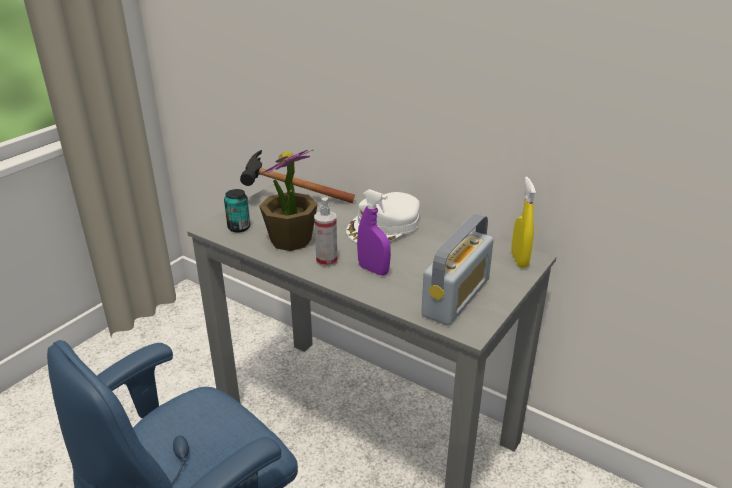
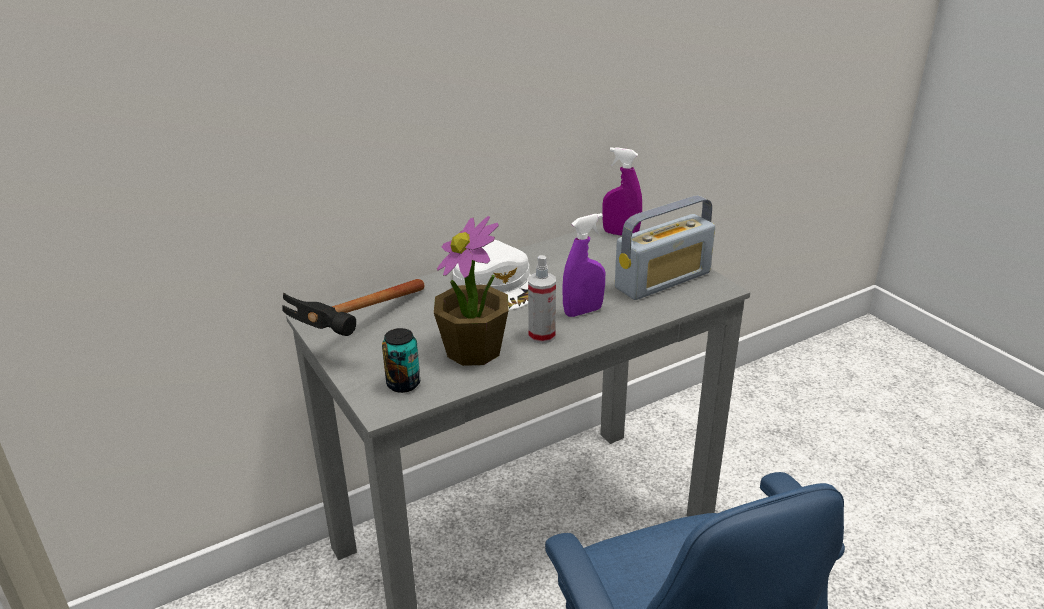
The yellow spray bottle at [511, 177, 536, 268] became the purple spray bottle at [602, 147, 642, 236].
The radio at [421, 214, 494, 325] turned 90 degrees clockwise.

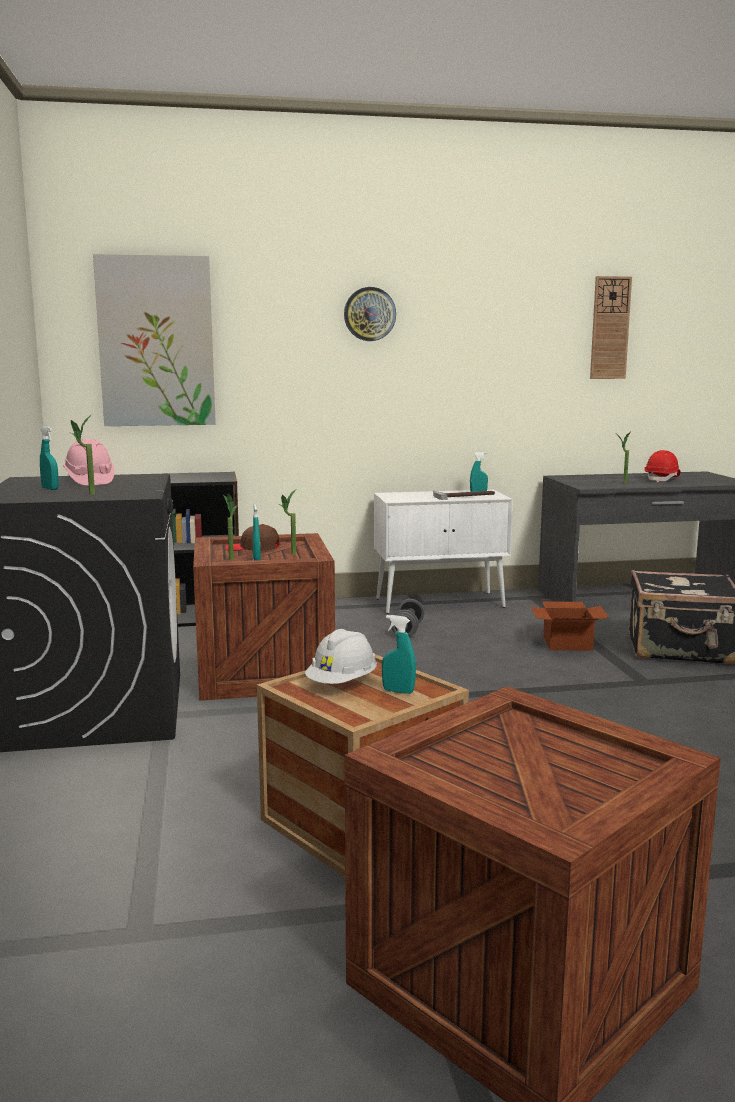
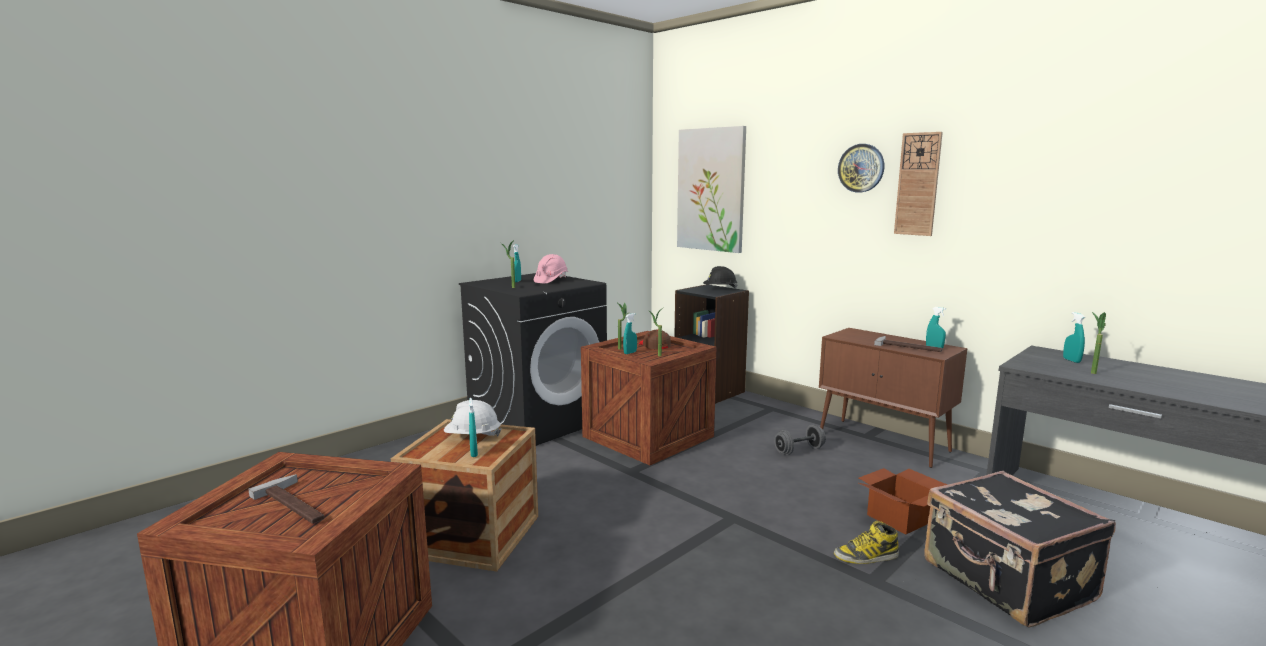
The red hard hat at [645, 450, 680, 483] disappeared.
The hammer at [248, 474, 324, 524] appeared.
The black hard hat at [703, 266, 737, 289] appeared.
The boot at [834, 521, 899, 564] appeared.
The turquoise spray bottle at [1063, 312, 1085, 363] appeared.
The wall clock moved from [590, 276, 632, 379] to [894, 132, 943, 236].
The white cabinet at [374, 490, 513, 614] became the brown cabinet at [819, 328, 967, 468].

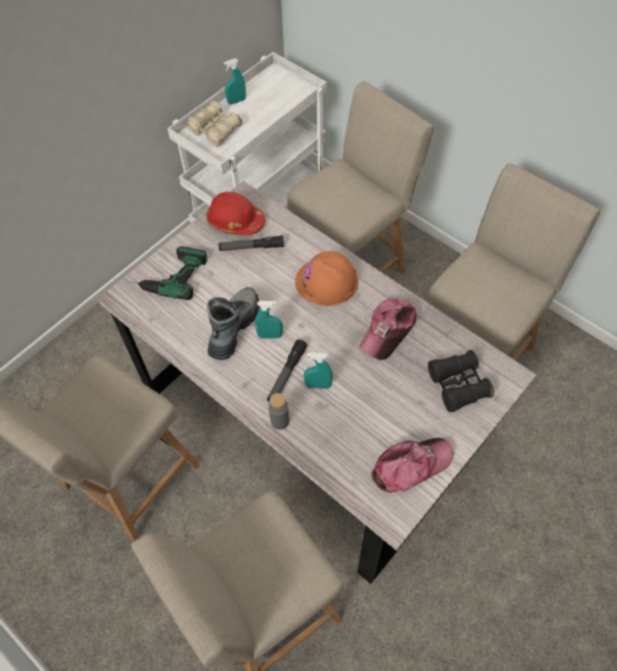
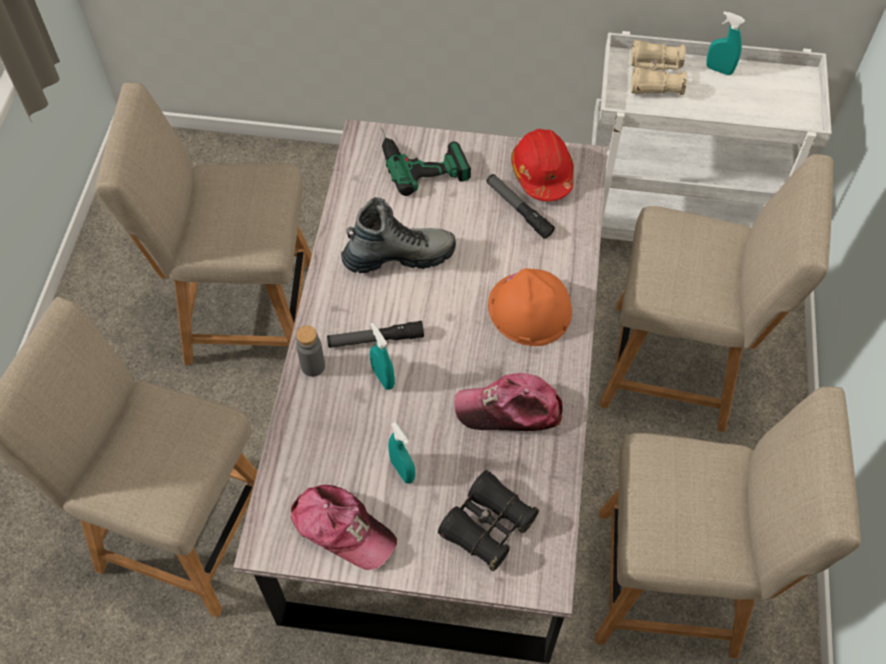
The turquoise spray bottle moved from [255, 301, 283, 339] to [388, 422, 415, 484].

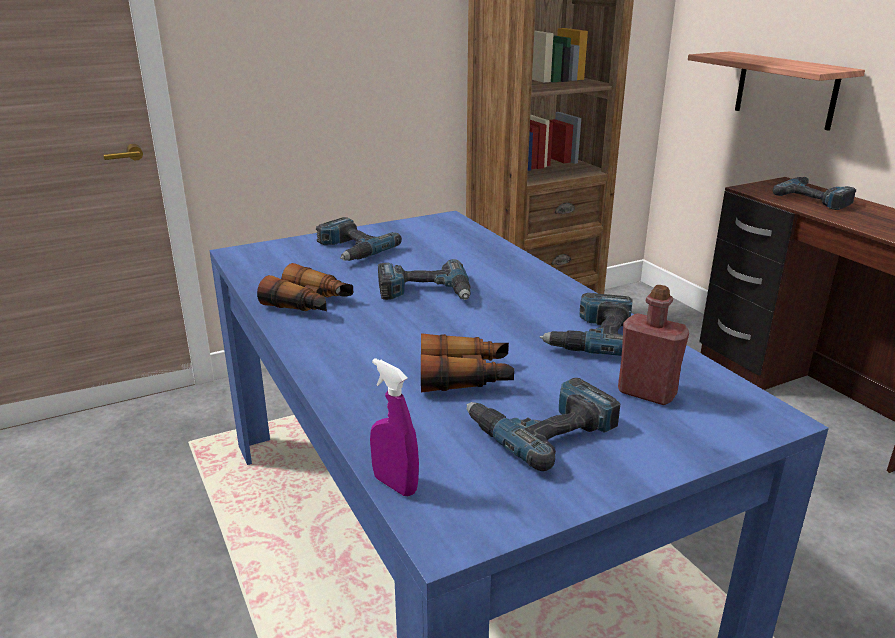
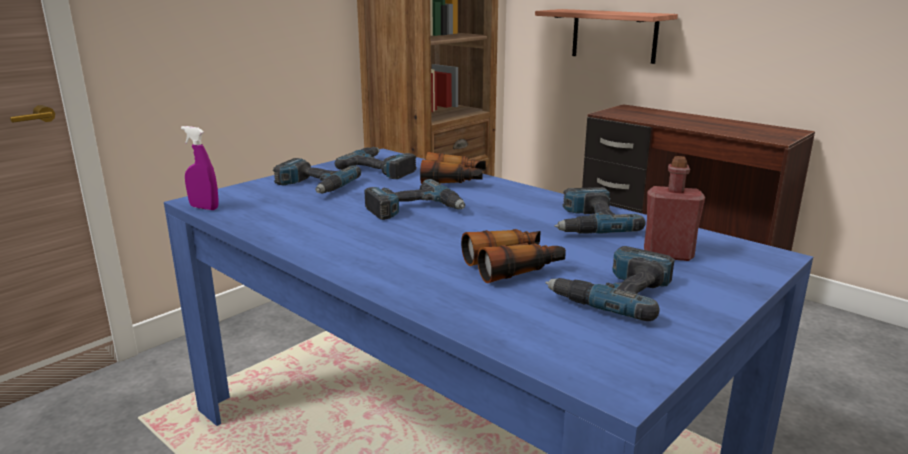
The binoculars moved from [257, 263, 353, 311] to [420, 152, 486, 184].
The purple spray bottle moved from [370, 358, 419, 496] to [181, 126, 219, 210].
The power drill moved from [773, 177, 856, 210] to [334, 147, 417, 179].

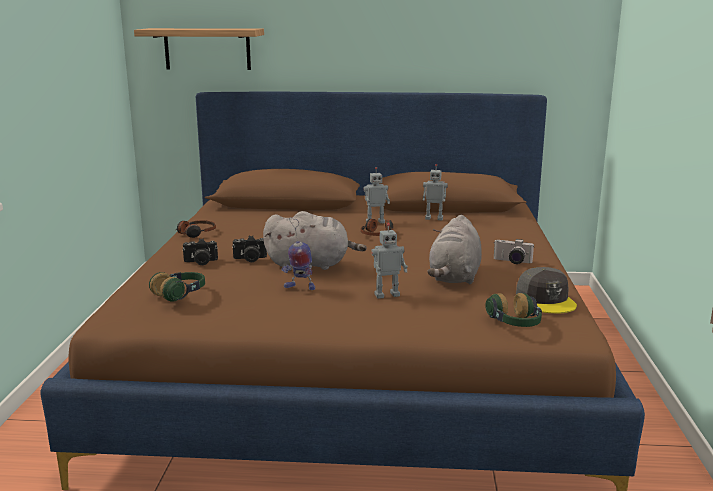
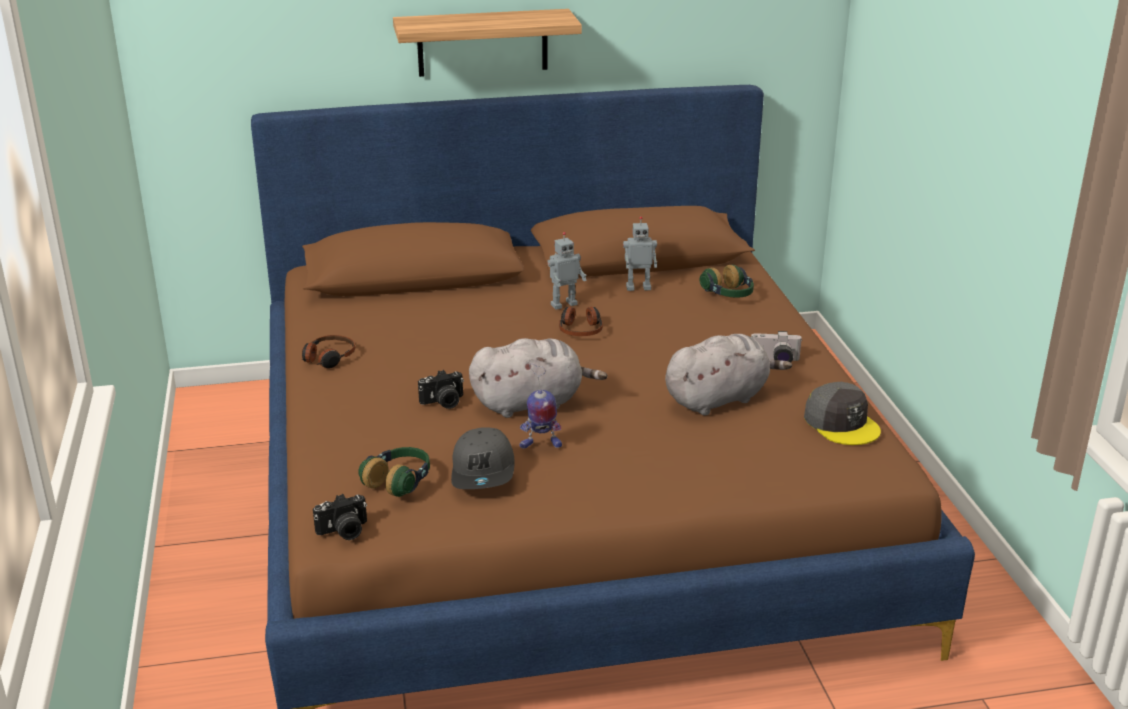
The toy robot at [371, 223, 408, 299] disappeared.
The grey cap at [451, 427, 515, 489] appeared.
The shelf moved from [134, 28, 264, 70] to [393, 9, 582, 77].
The photo camera moved from [182, 238, 218, 265] to [313, 494, 367, 540].
The headphones moved from [485, 293, 542, 327] to [700, 265, 754, 298].
The grey plush toy at [427, 215, 482, 284] turned 120 degrees counterclockwise.

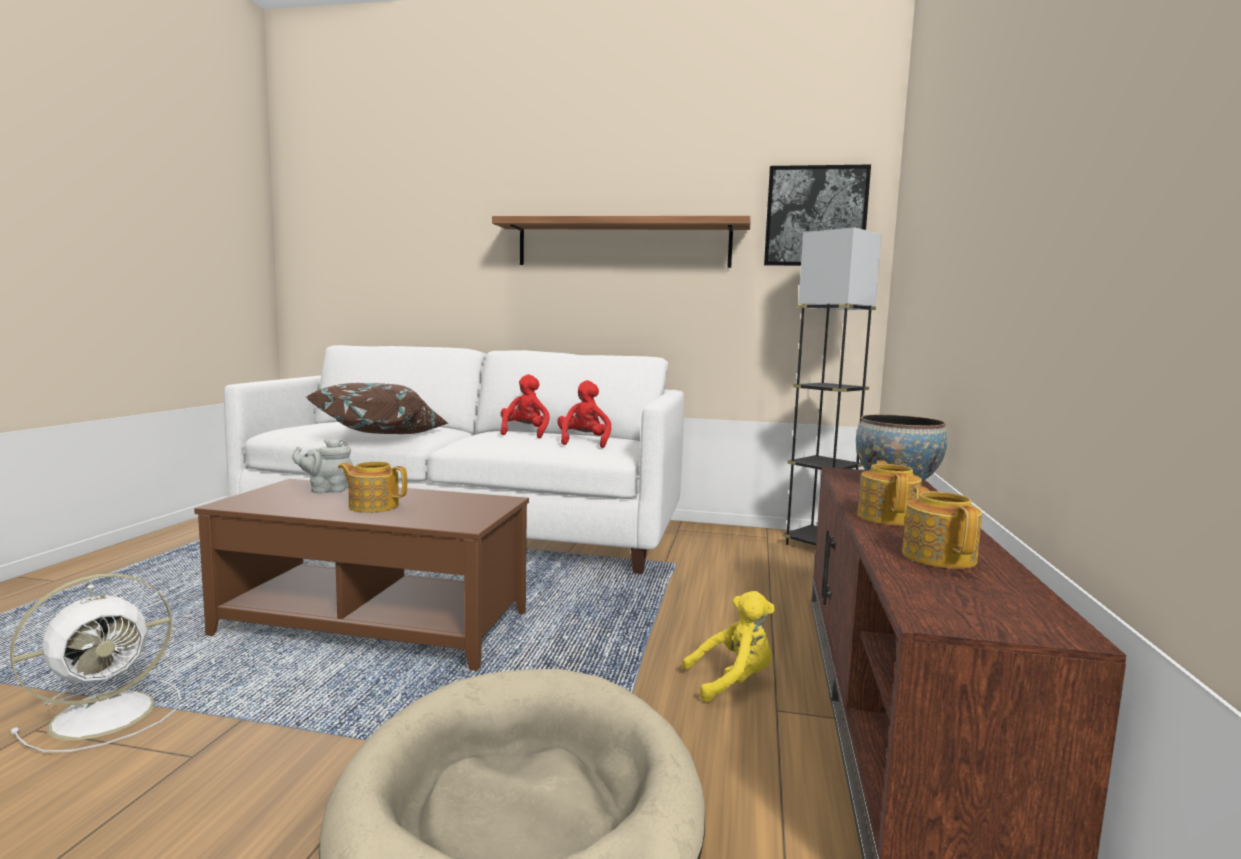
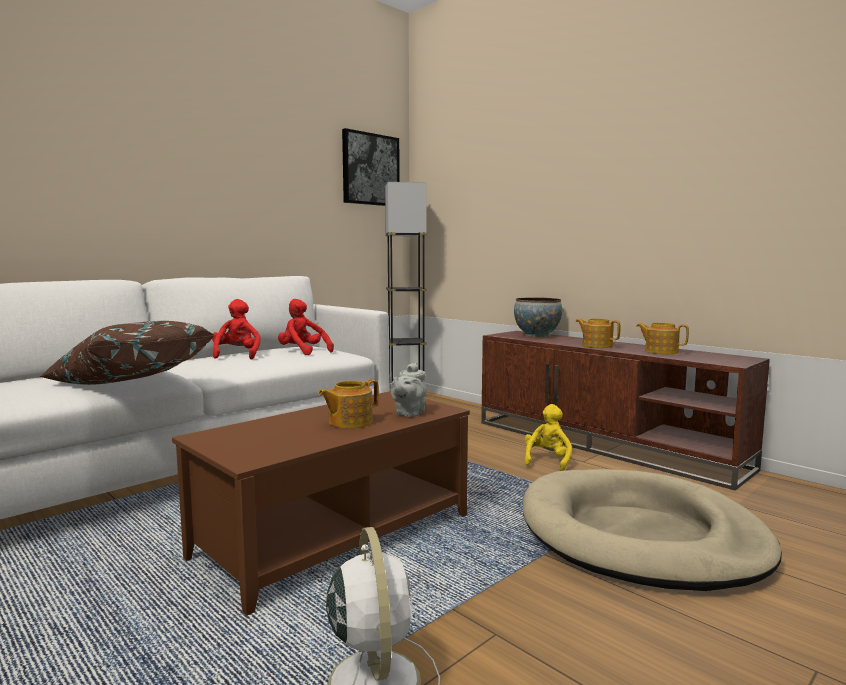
The shelf at [492, 216, 750, 268] disappeared.
The grey teapot moved from [292, 438, 353, 493] to [390, 363, 427, 417].
The red plush toy at [500, 374, 550, 439] turned 45 degrees clockwise.

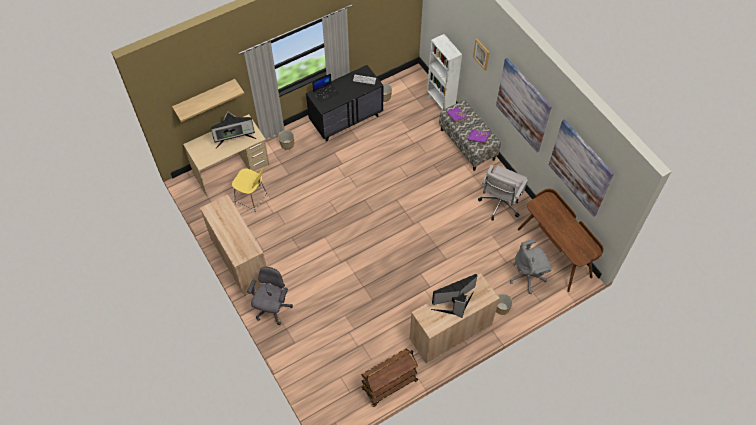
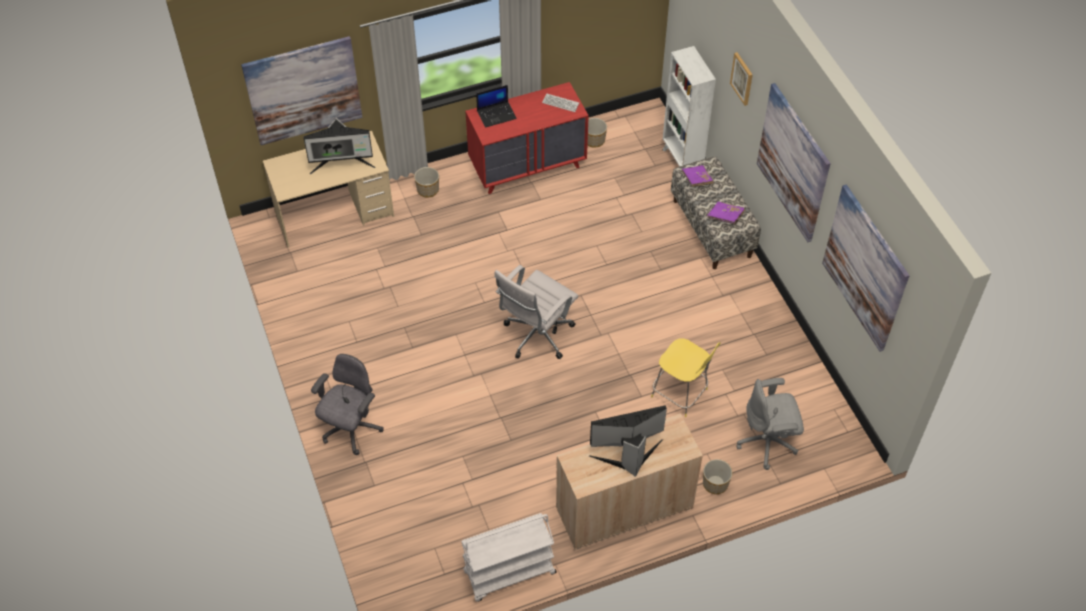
The beige cabinet at [200, 195, 268, 296] disappeared.
The brown desk at [518, 189, 604, 292] disappeared.
The yellow stool moved from [232, 168, 268, 214] to [651, 338, 721, 417].
The white office chair moved from [478, 165, 528, 221] to [494, 265, 578, 359].
The shelf at [172, 79, 244, 122] was replaced by the picture at [241, 36, 362, 145].
The black dresser at [306, 65, 384, 142] became the red dresser at [465, 82, 589, 194].
The brown cart at [361, 348, 418, 407] became the white cart at [461, 513, 557, 602].

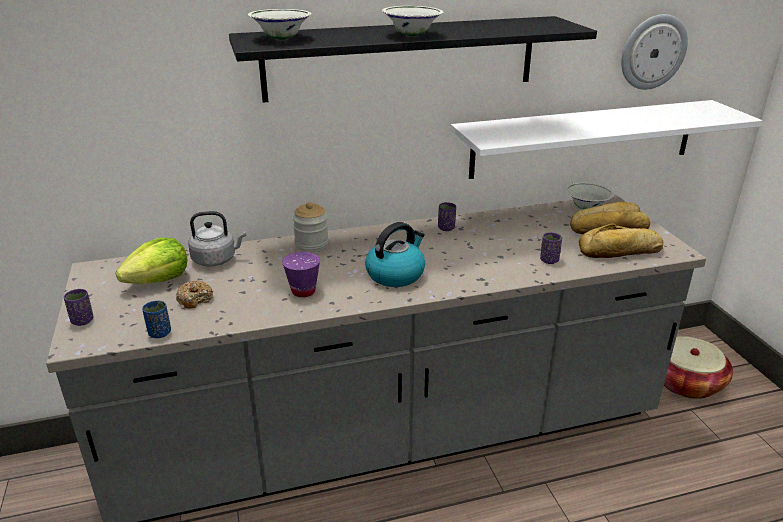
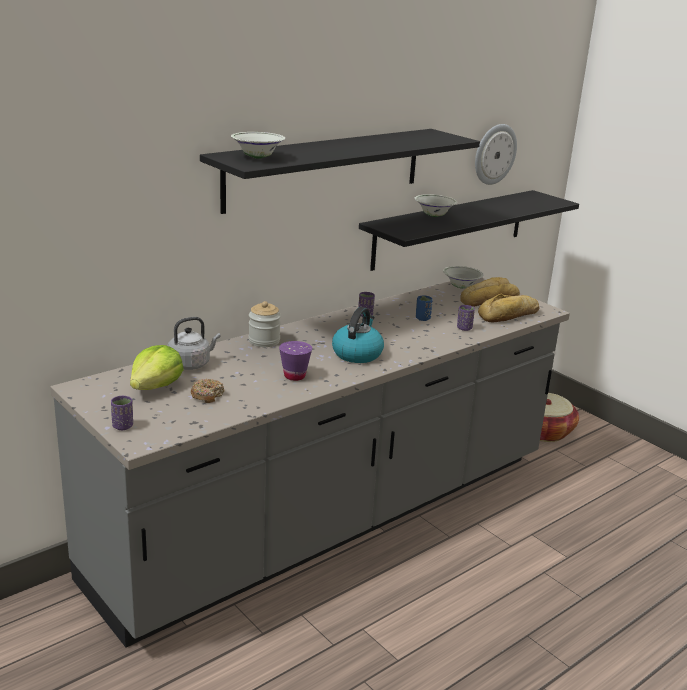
The blue cup moved from [142, 301, 171, 338] to [416, 295, 433, 321].
The white bowl moved from [382, 6, 443, 36] to [415, 194, 458, 217].
The white shelf at [451, 100, 763, 179] became the black shelf at [359, 190, 579, 271].

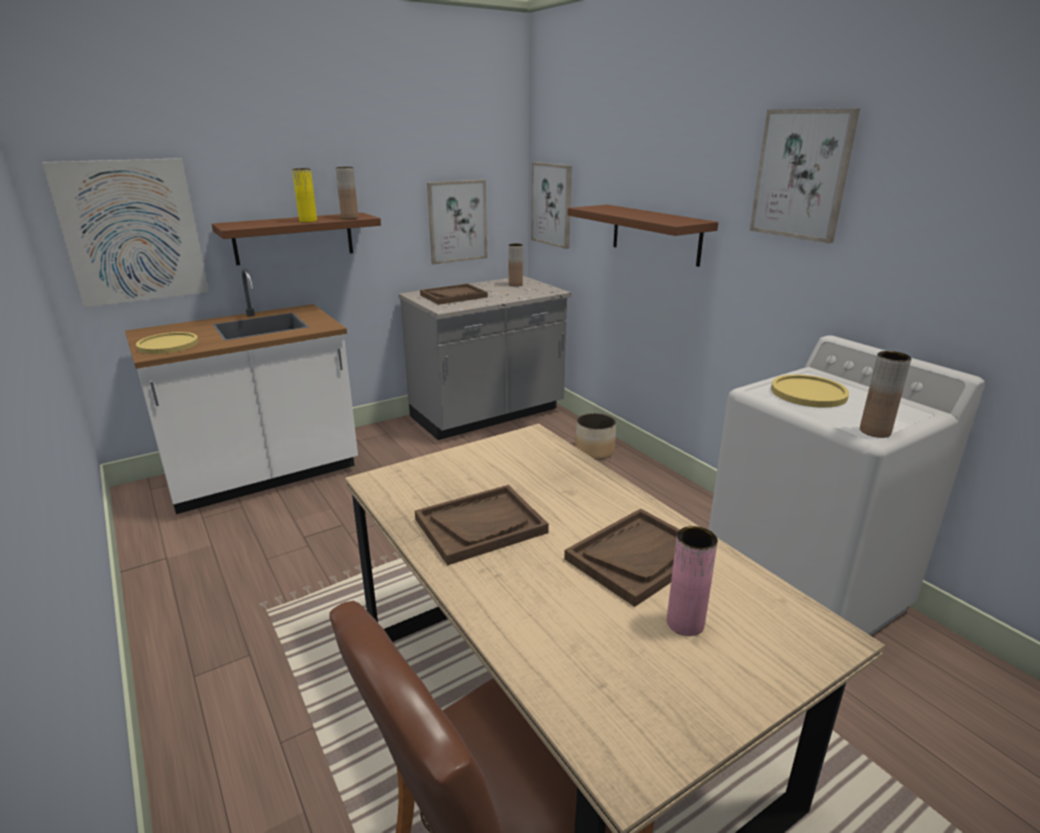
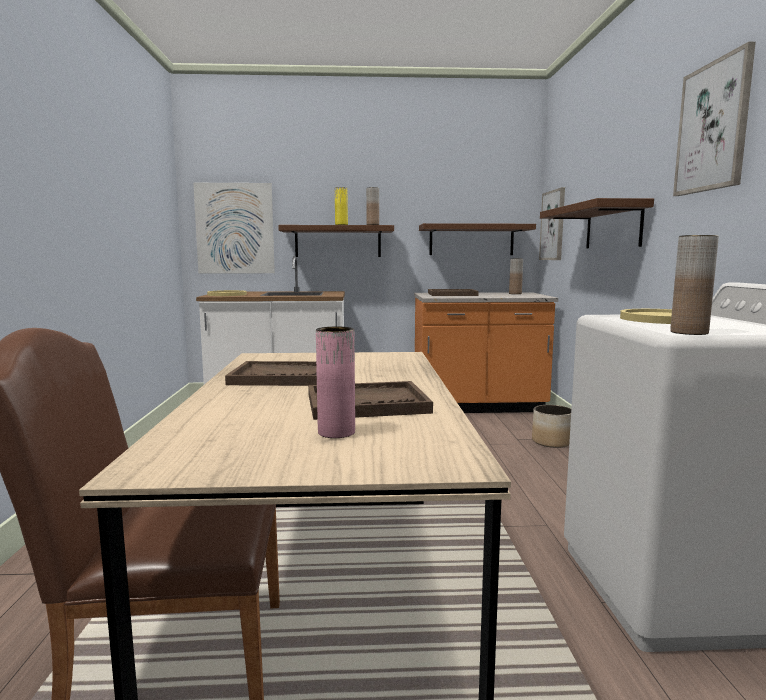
The picture at [427, 180, 487, 265] was replaced by the brown shelf at [419, 223, 536, 255].
The grey counter at [399, 276, 572, 440] became the orange counter at [414, 292, 558, 413].

